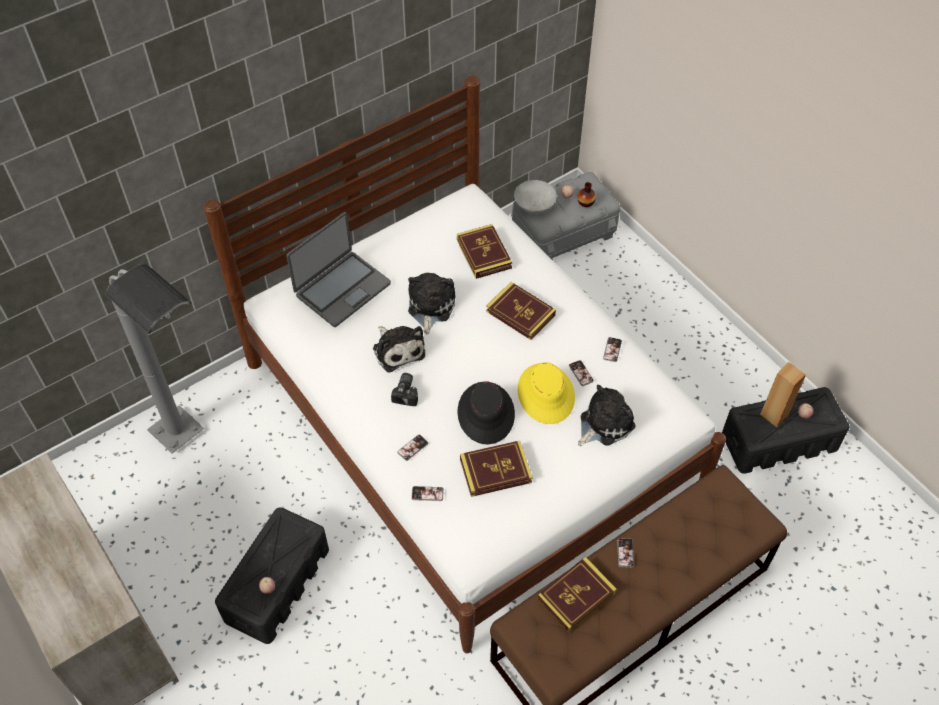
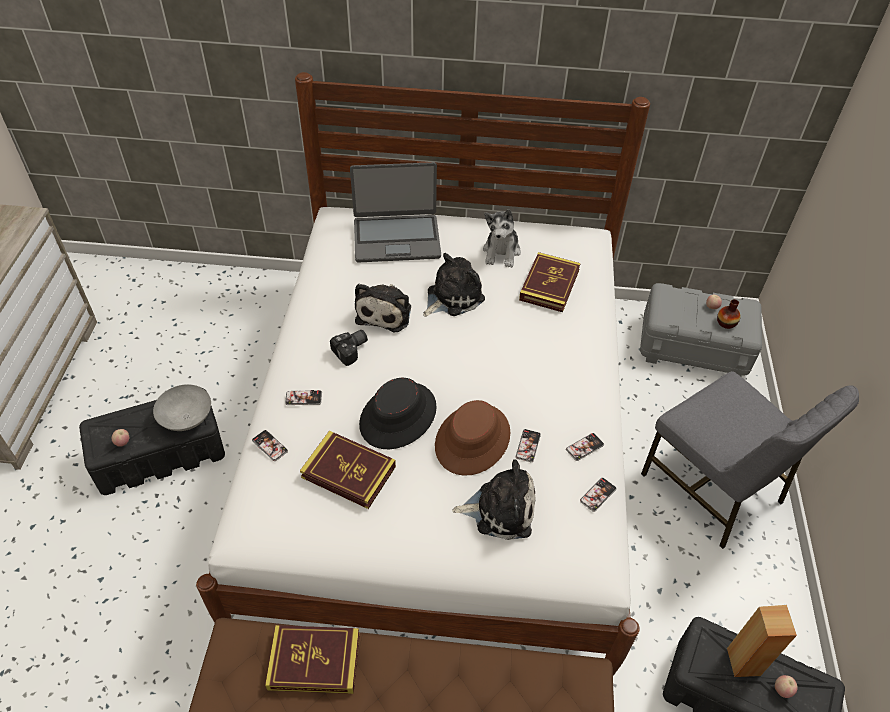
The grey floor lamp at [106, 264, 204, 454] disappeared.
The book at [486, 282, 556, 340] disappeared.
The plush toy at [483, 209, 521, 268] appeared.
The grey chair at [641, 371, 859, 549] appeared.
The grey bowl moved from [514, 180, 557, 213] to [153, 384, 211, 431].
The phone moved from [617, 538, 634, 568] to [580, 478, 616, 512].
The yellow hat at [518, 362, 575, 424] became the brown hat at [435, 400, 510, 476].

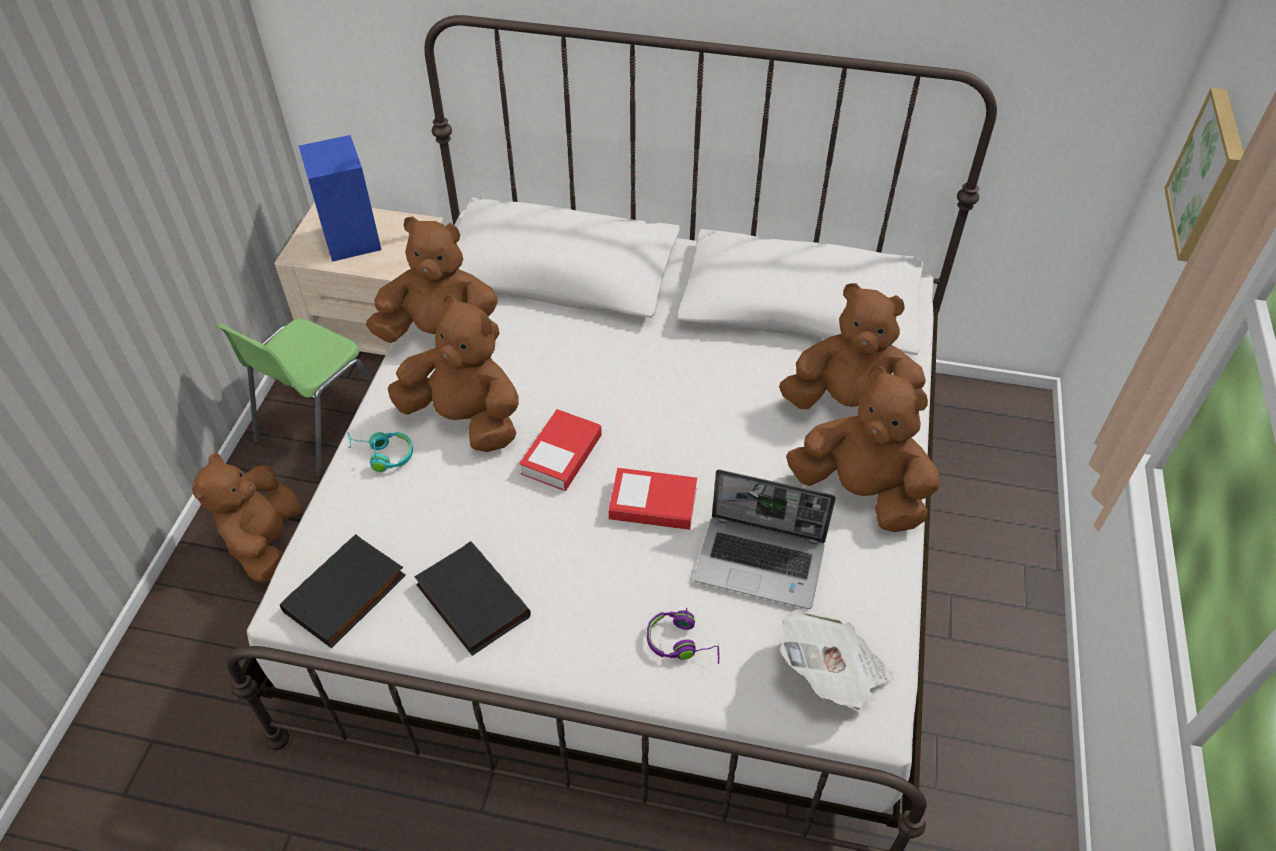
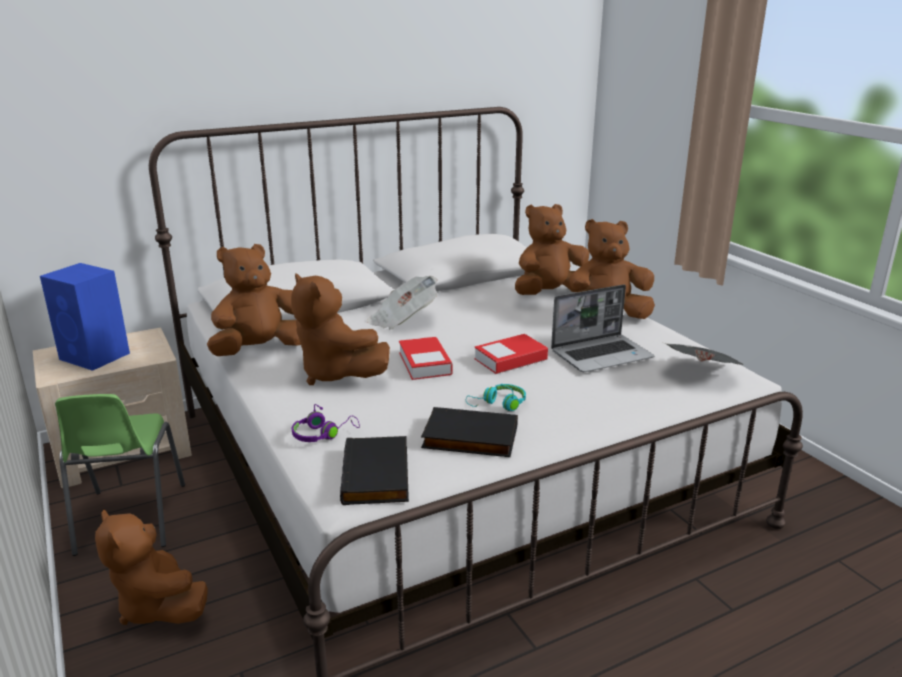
The picture at [1164, 88, 1244, 262] disappeared.
The newspaper at [367, 276, 438, 330] appeared.
The turquoise headphones moved from [348, 432, 413, 472] to [466, 384, 526, 411].
The purple headphones moved from [647, 607, 719, 664] to [292, 404, 360, 442].
The brown plush toy at [388, 295, 519, 452] turned 120 degrees counterclockwise.

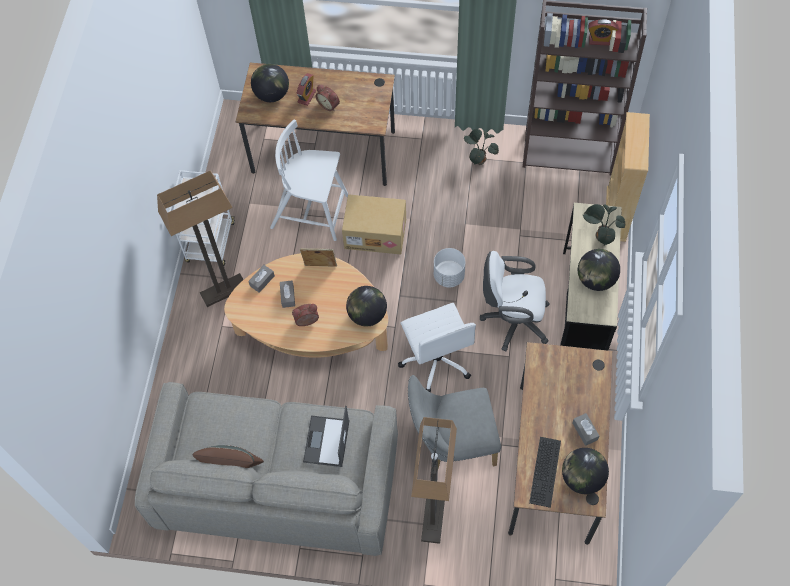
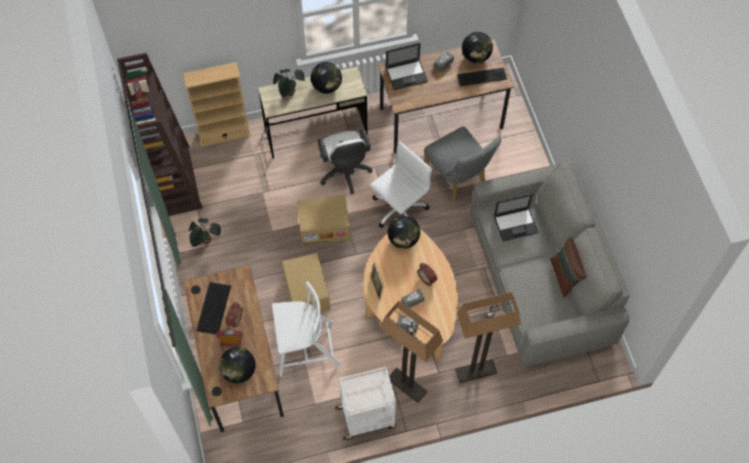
The keyboard at [196, 282, 231, 334] appeared.
The laptop at [386, 43, 428, 90] appeared.
The floor lamp moved from [411, 417, 457, 544] to [455, 292, 521, 383].
The white planter at [434, 248, 465, 287] was replaced by the cardboard box at [297, 195, 350, 246].
The white chair at [270, 120, 348, 241] turned 90 degrees counterclockwise.

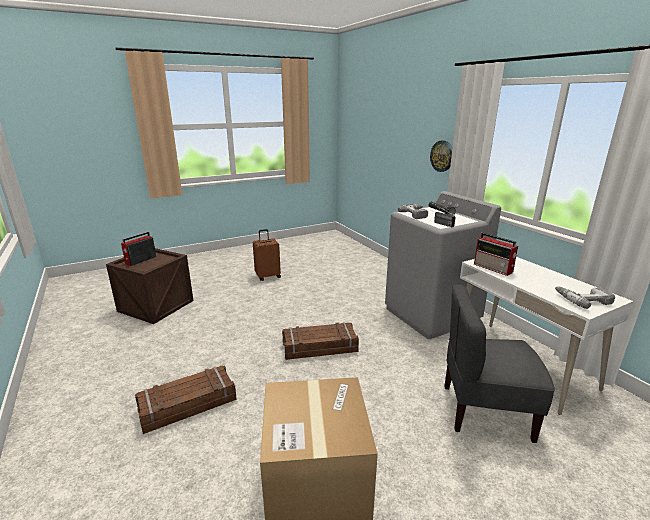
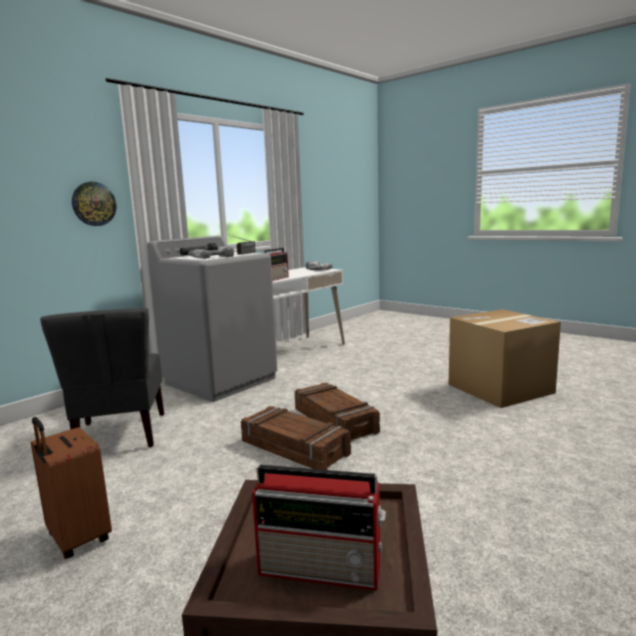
The crate moved from [135, 365, 237, 434] to [241, 406, 351, 470].
The grey chair moved from [444, 284, 555, 443] to [40, 308, 164, 447].

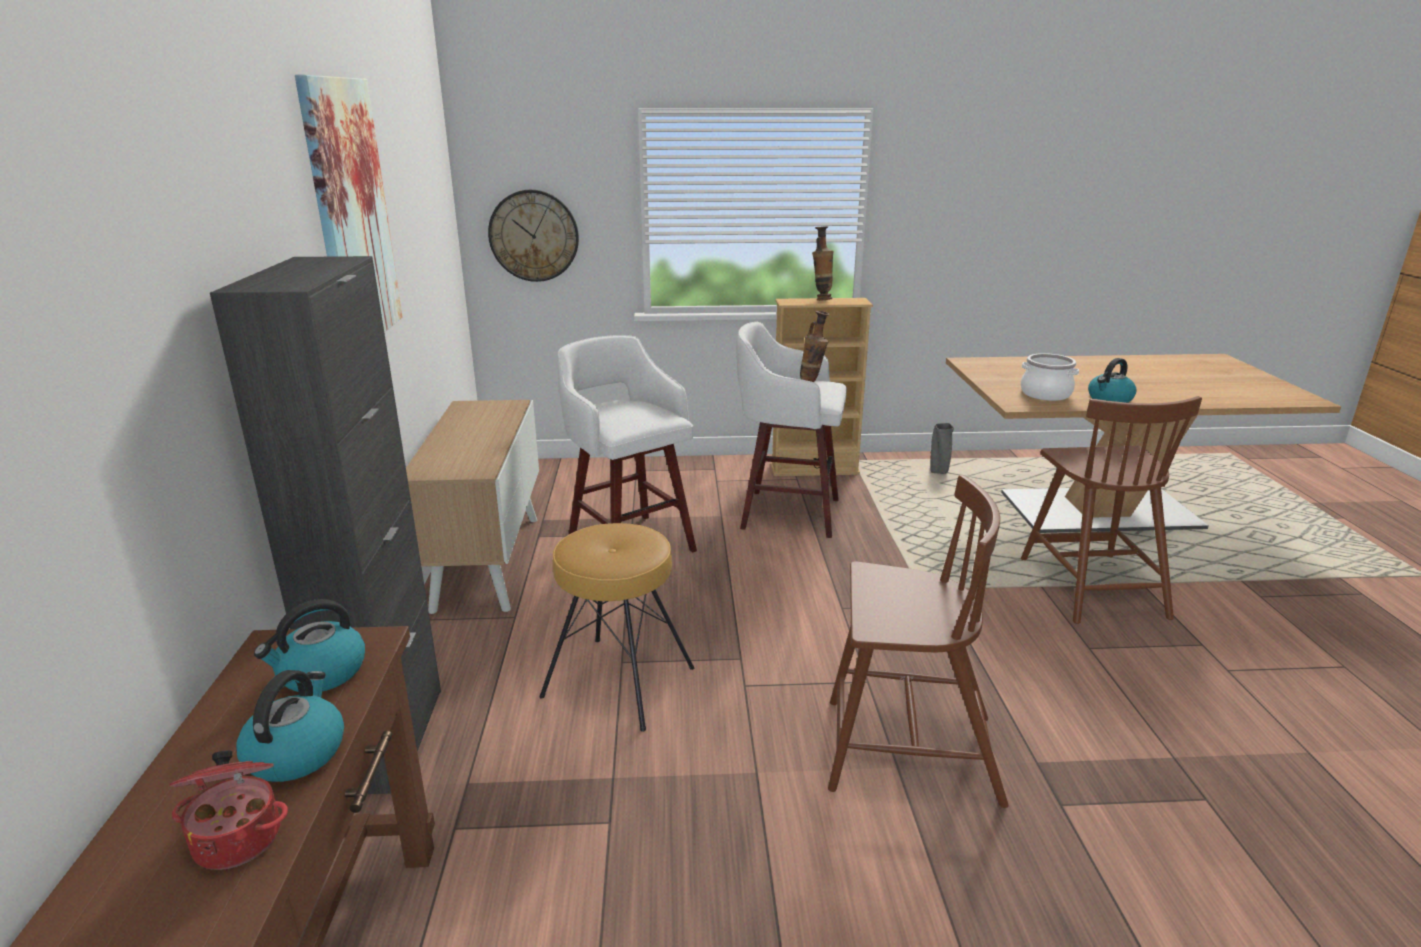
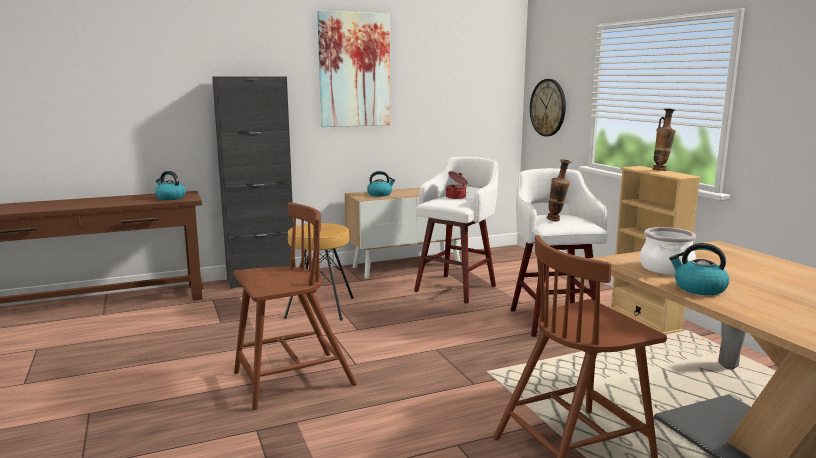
The cooking pot moved from [169, 750, 288, 870] to [446, 171, 468, 199].
The kettle moved from [236, 670, 344, 782] to [367, 171, 395, 197].
The brown chair at [828, 475, 1009, 808] turned 105 degrees counterclockwise.

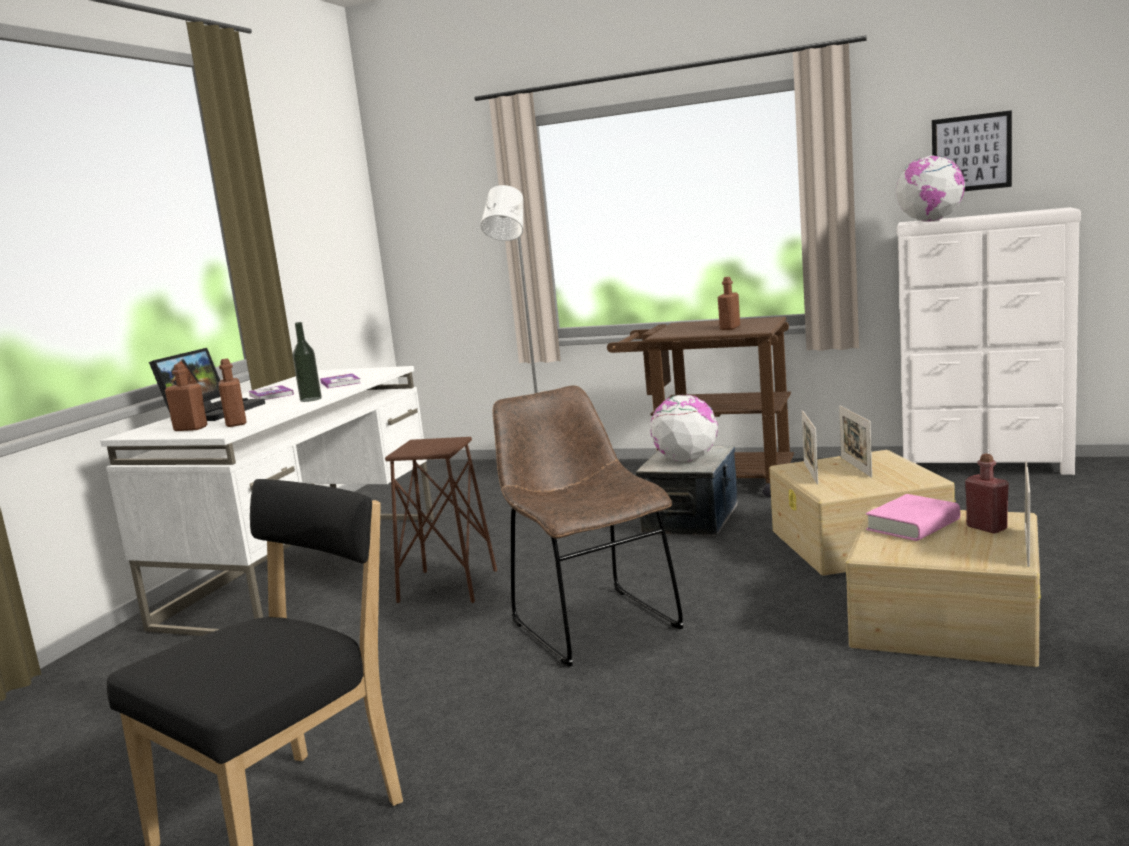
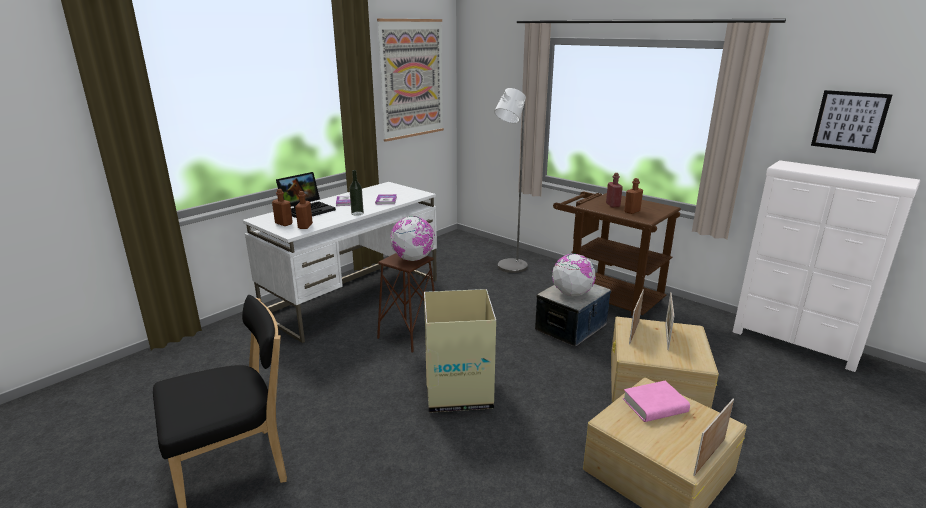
The picture at [377, 19, 444, 142] appeared.
The globe moved from [896, 155, 965, 221] to [390, 216, 435, 261].
The red bottle moved from [965, 454, 1009, 534] to [606, 173, 623, 207].
The brown chair at [492, 385, 684, 667] was replaced by the cardboard box at [424, 289, 496, 413].

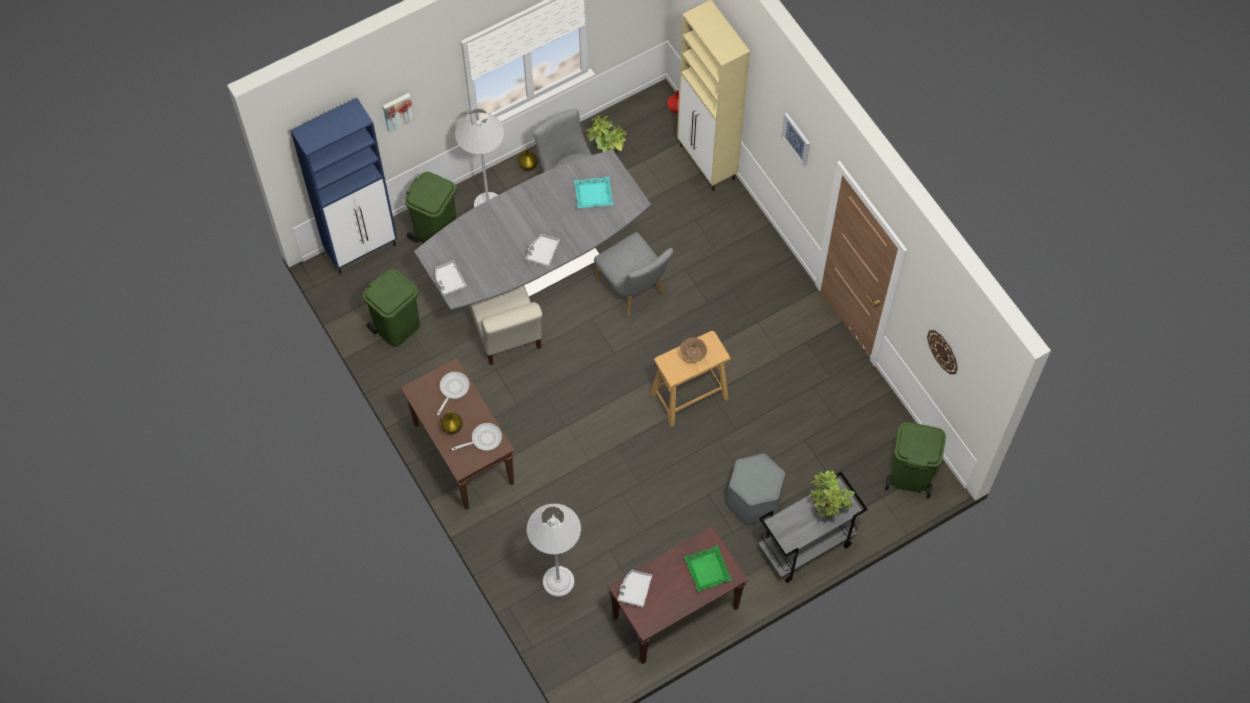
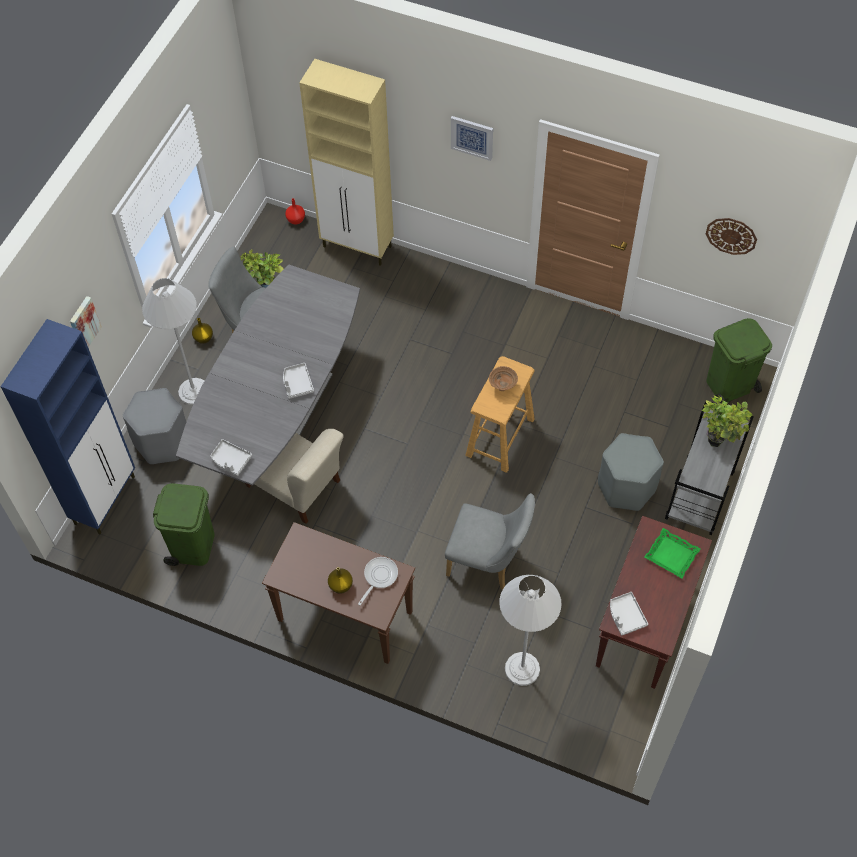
The frying pan at [437, 372, 469, 415] disappeared.
The turquoise tray at [574, 177, 613, 208] disappeared.
The grey chair moved from [594, 232, 673, 316] to [445, 493, 535, 590].
The green trash can at [405, 172, 457, 243] was replaced by the grey stool at [123, 388, 186, 464].

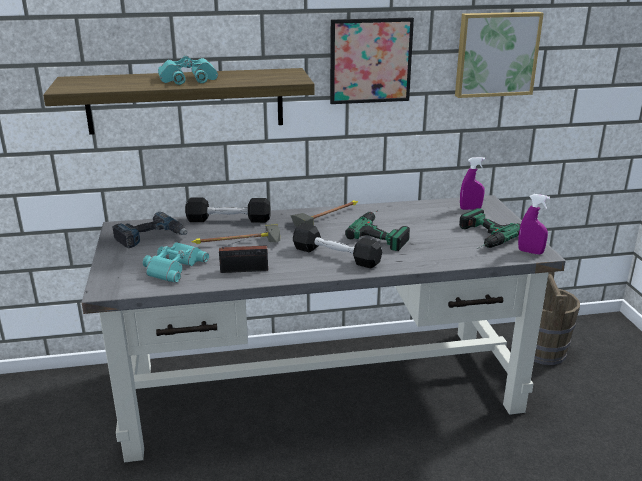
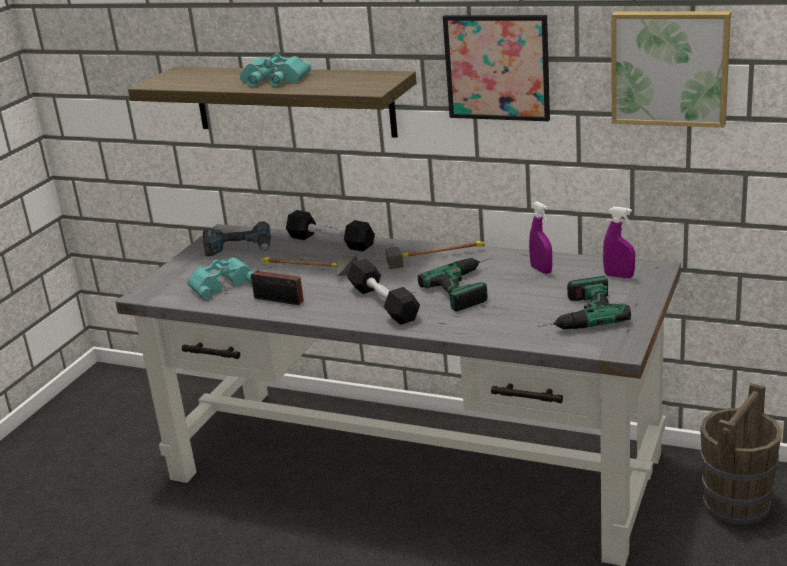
The purple spray bottle moved from [518, 194, 550, 254] to [529, 201, 552, 274].

